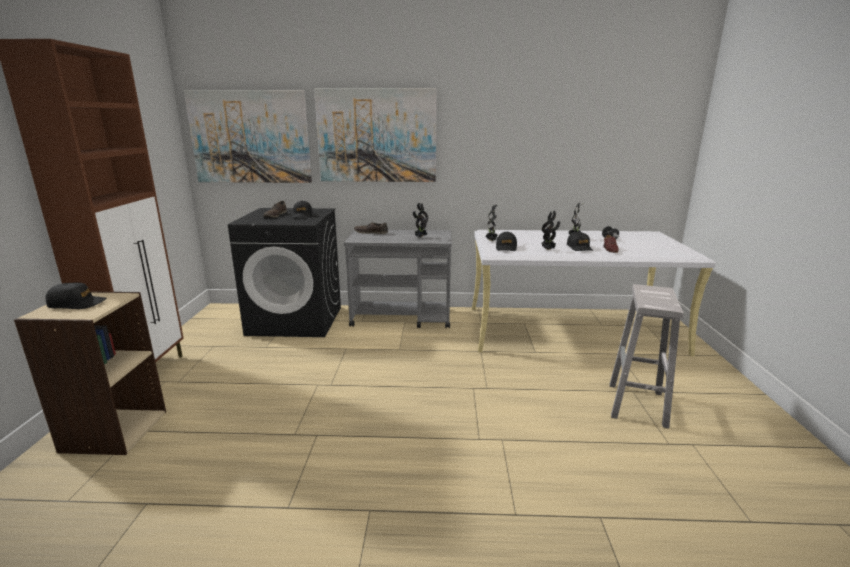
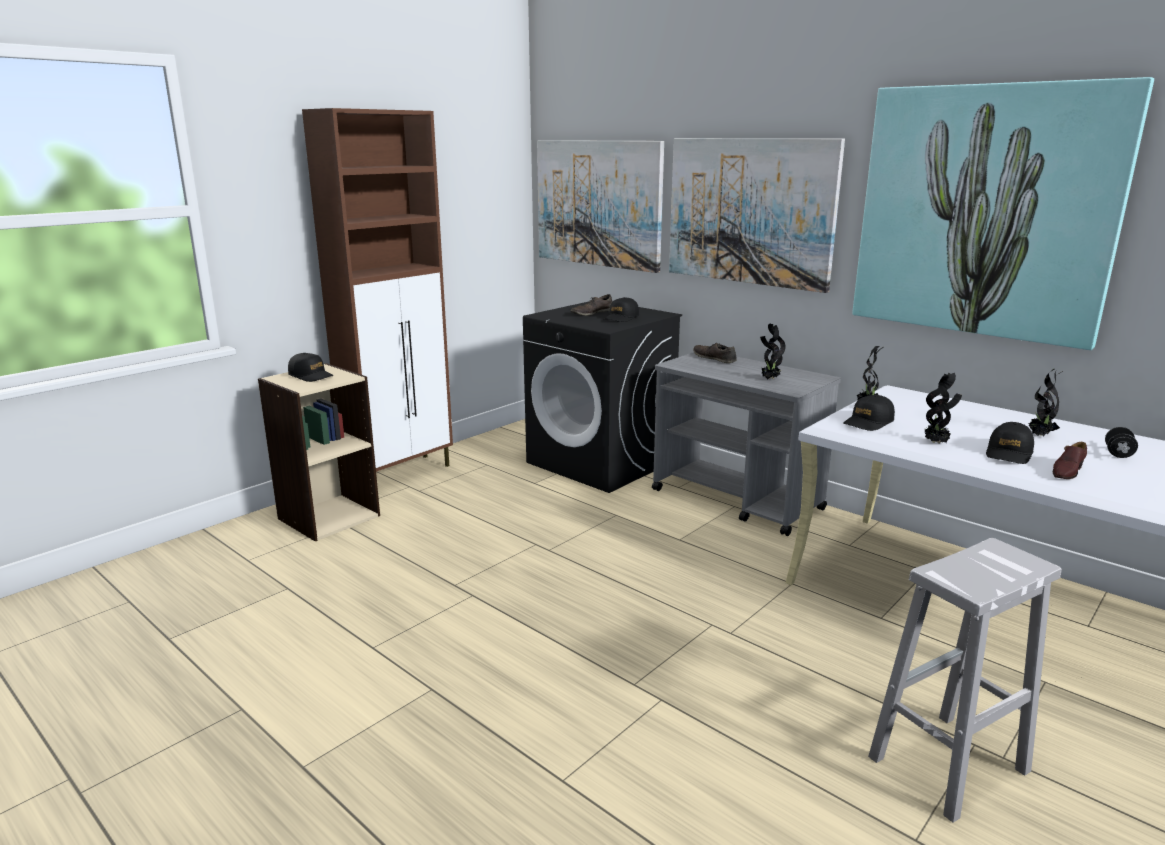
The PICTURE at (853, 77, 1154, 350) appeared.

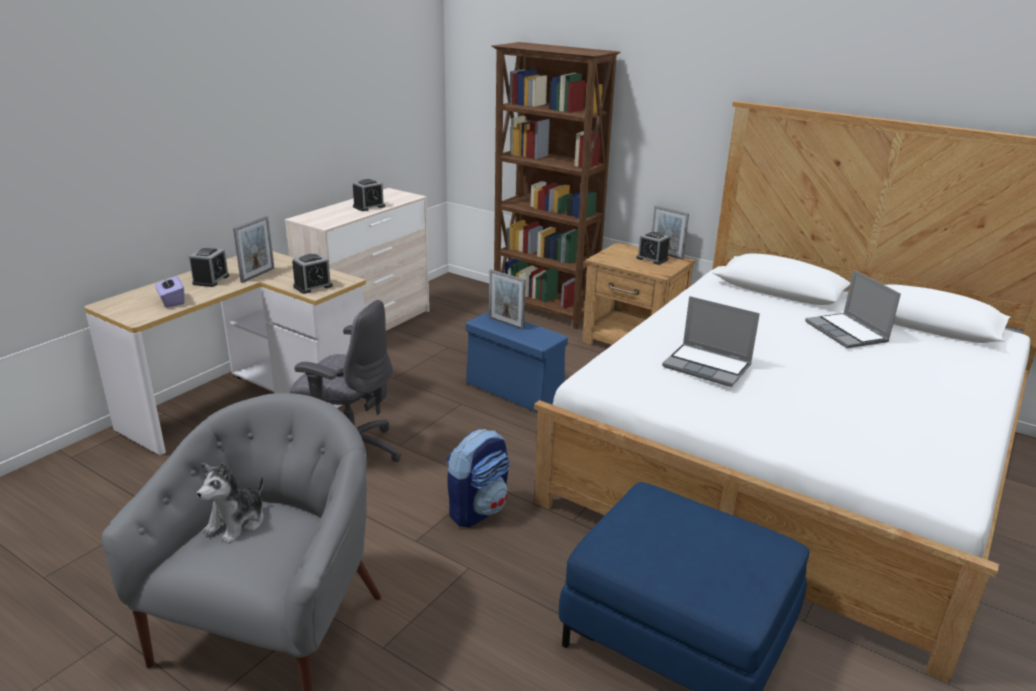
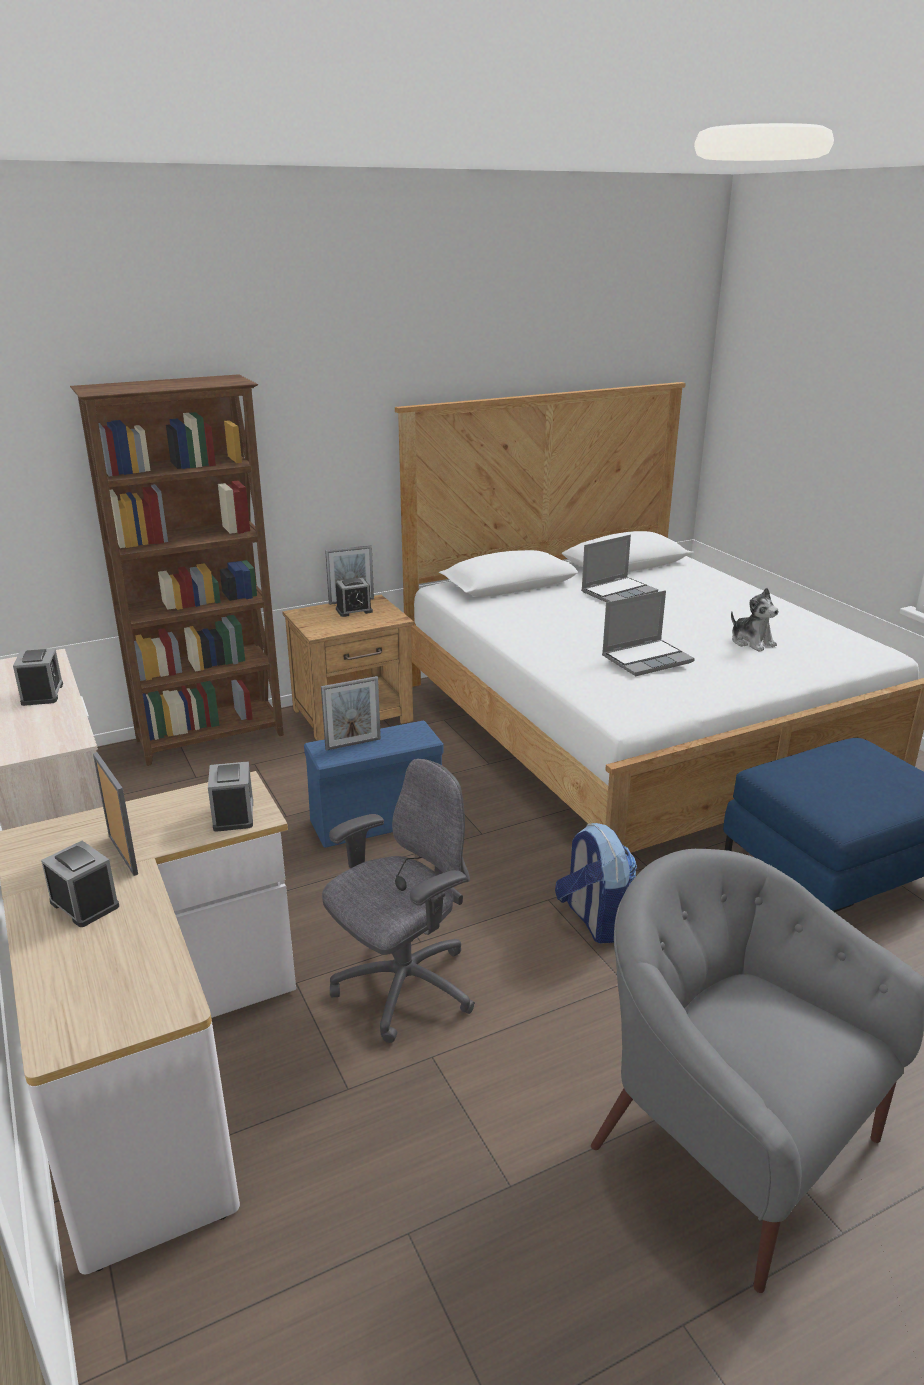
The PURPLE TISSUE BOX at (155, 273, 185, 307) disappeared.
The PLUSH TOY moved from (197, 462, 264, 544) to (731, 588, 779, 652).
The LAPTOP at (805, 270, 901, 348) turned 45 degrees counterclockwise.

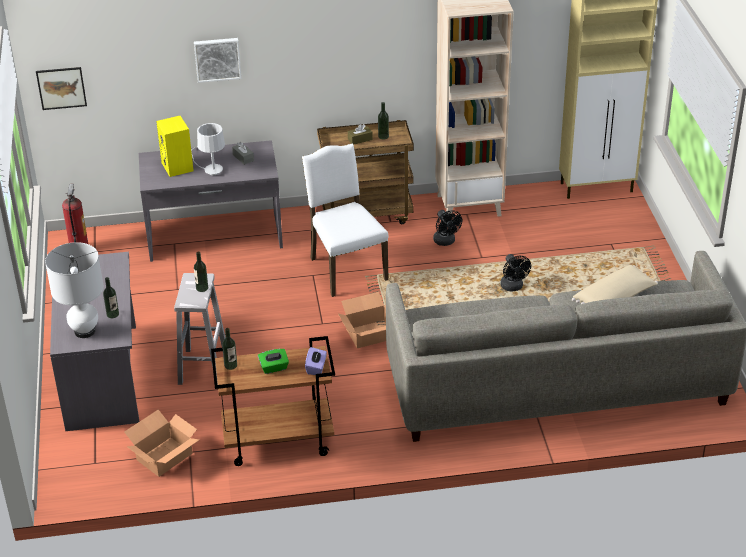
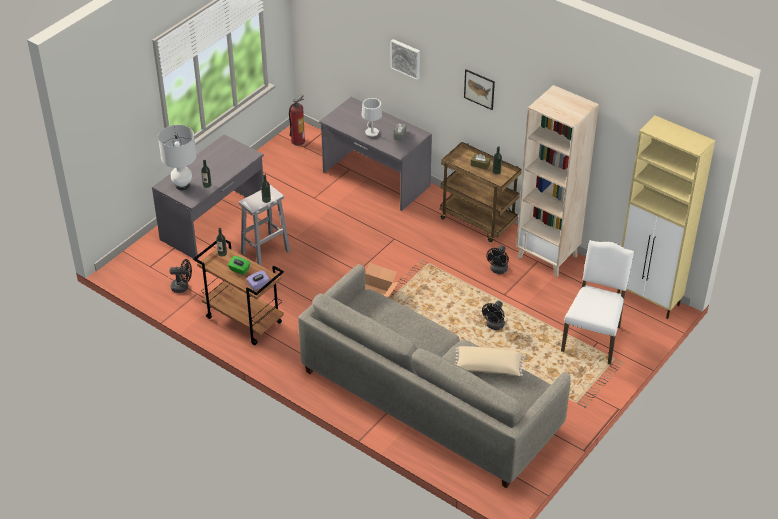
The YELLOW SPEAKER at (156, 116, 194, 177) disappeared.
The PICTURE moved from (36, 67, 87, 110) to (464, 69, 495, 110).
The WHITE CHAIR moved from (302, 143, 389, 297) to (561, 240, 634, 365).
The CARDBOARD BOX at (124, 410, 199, 477) was replaced by the BLACK FAN at (169, 259, 192, 293).

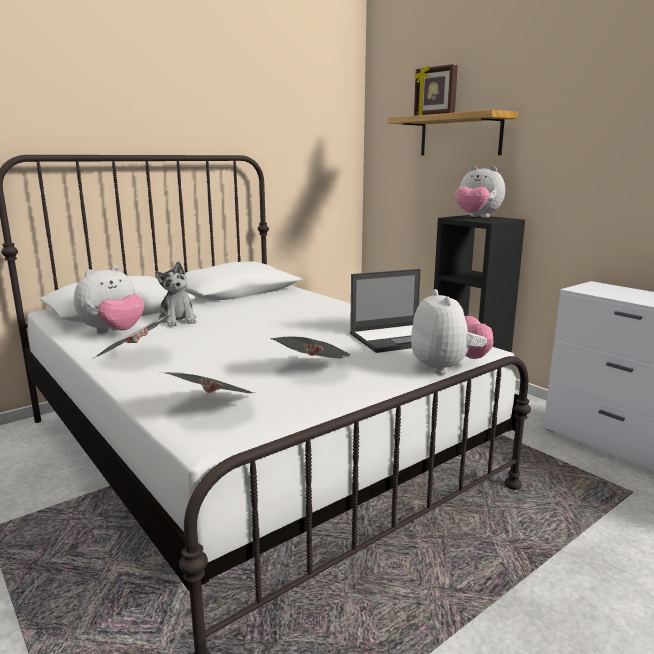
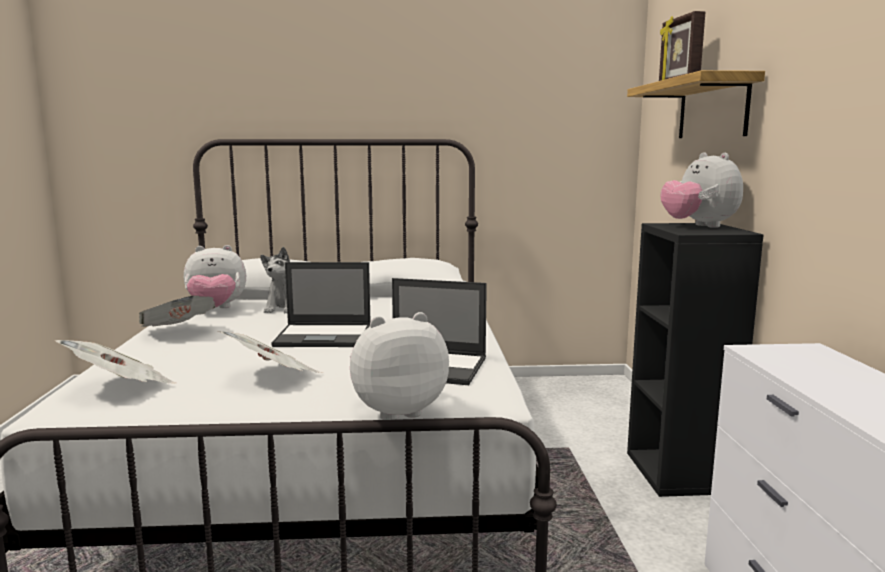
The LAPTOP at (271, 262, 371, 347) appeared.
The PLUSH TOY at (411, 289, 493, 374) turned 135 degrees counterclockwise.

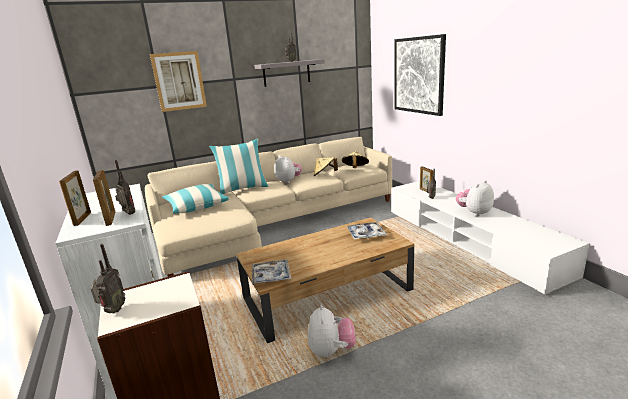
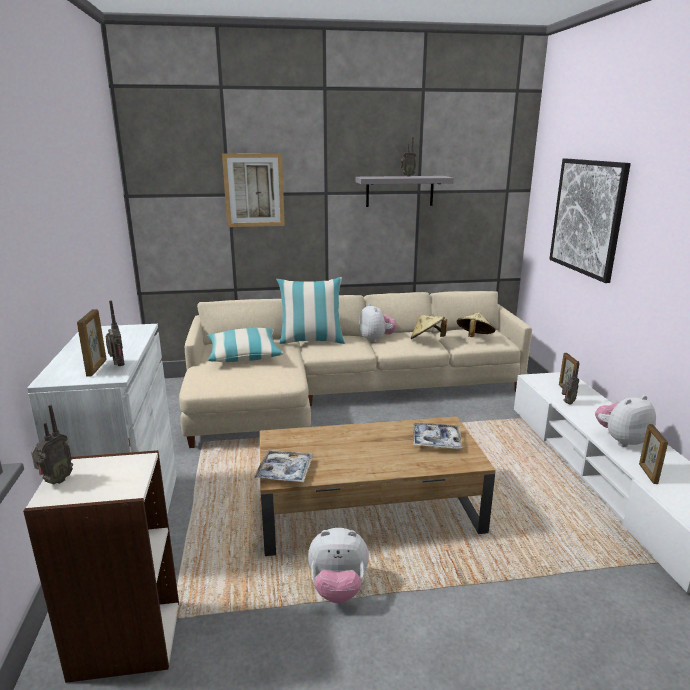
The PICTURE FRAME moved from (59, 170, 91, 226) to (639, 424, 668, 484).
The PLUSH TOY at (308, 305, 356, 358) turned 75 degrees clockwise.

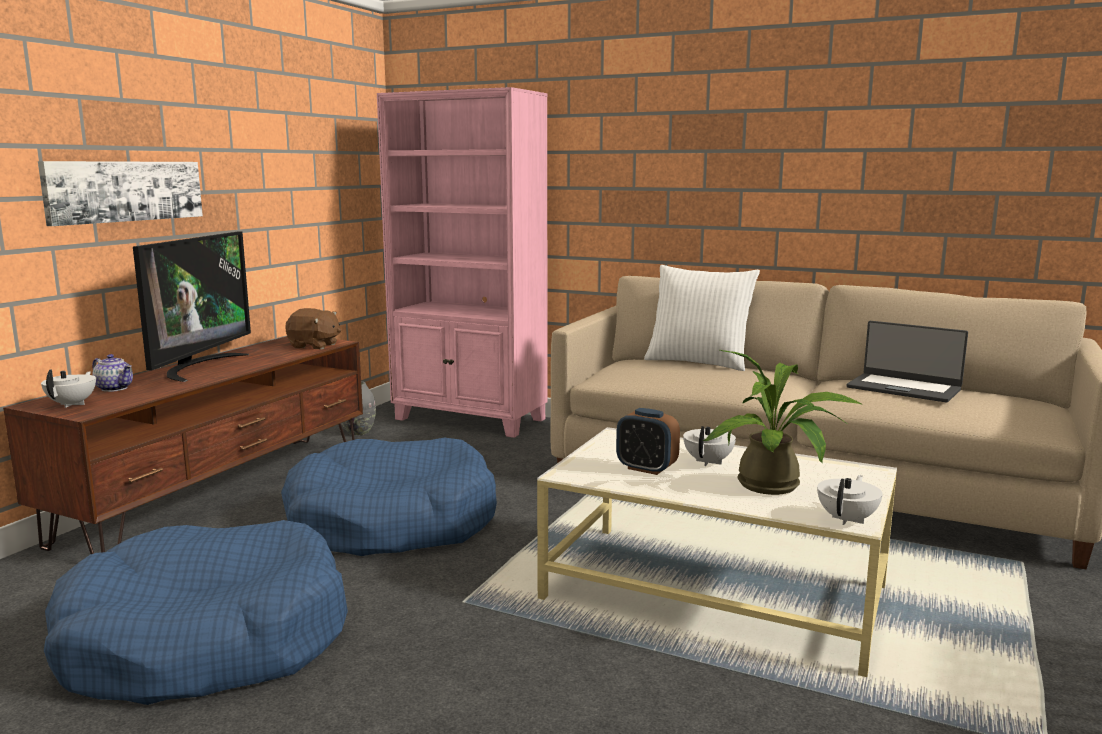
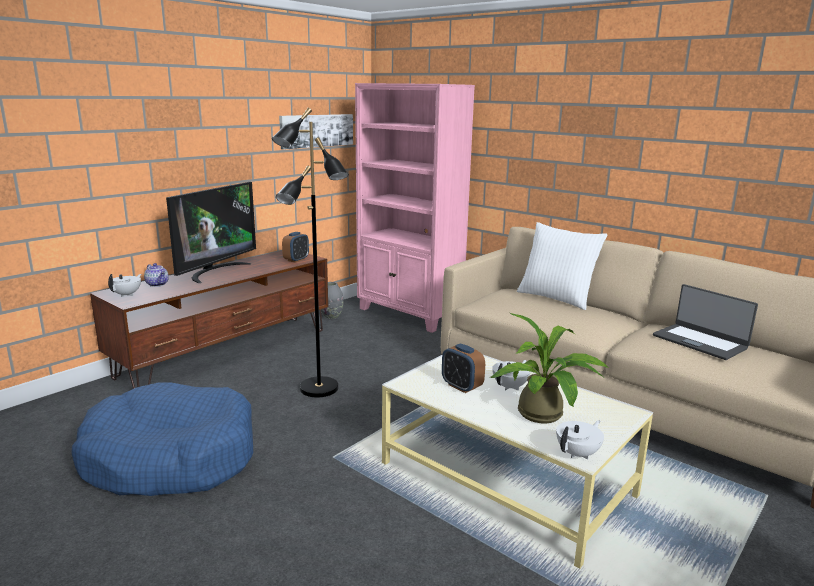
The PICTURE moved from (38, 161, 203, 226) to (279, 114, 353, 150).
The BLUE DOG BED at (281, 437, 497, 556) was replaced by the BLACK FLOOR LAMP at (272, 108, 349, 397).
The BROWN PLUSH TOY at (285, 308, 341, 350) was replaced by the ALARM CLOCK at (282, 232, 309, 263).

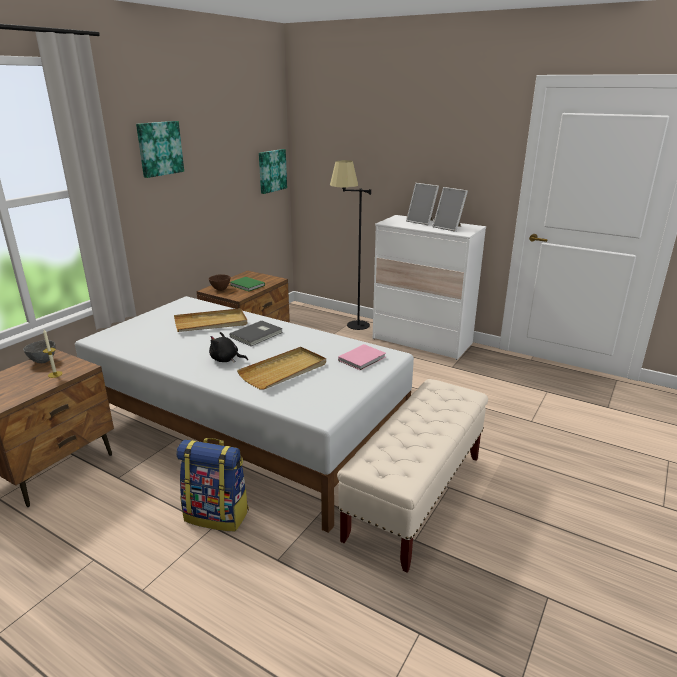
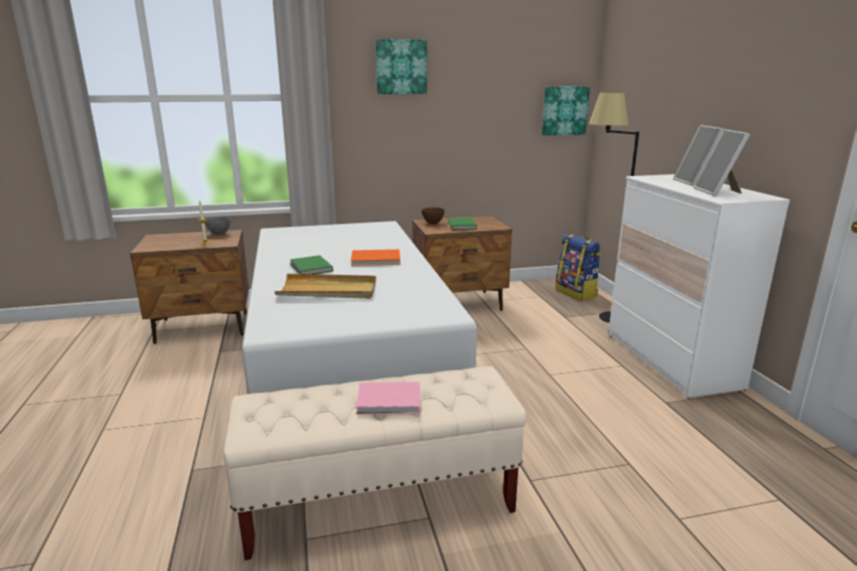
The BEIGE TRAY at (174, 308, 247, 332) disappeared.
The BACKPACK moved from (176, 438, 249, 532) to (555, 234, 601, 301).
The PINK BOOK moved from (338, 344, 386, 371) to (356, 382, 420, 414).
The BLACK PLUSH TOY at (209, 332, 248, 362) was replaced by the GREEN BOOK at (290, 255, 333, 274).
The GREY BOOK at (230, 320, 283, 346) became the ORANGE BOOK at (351, 249, 400, 266).

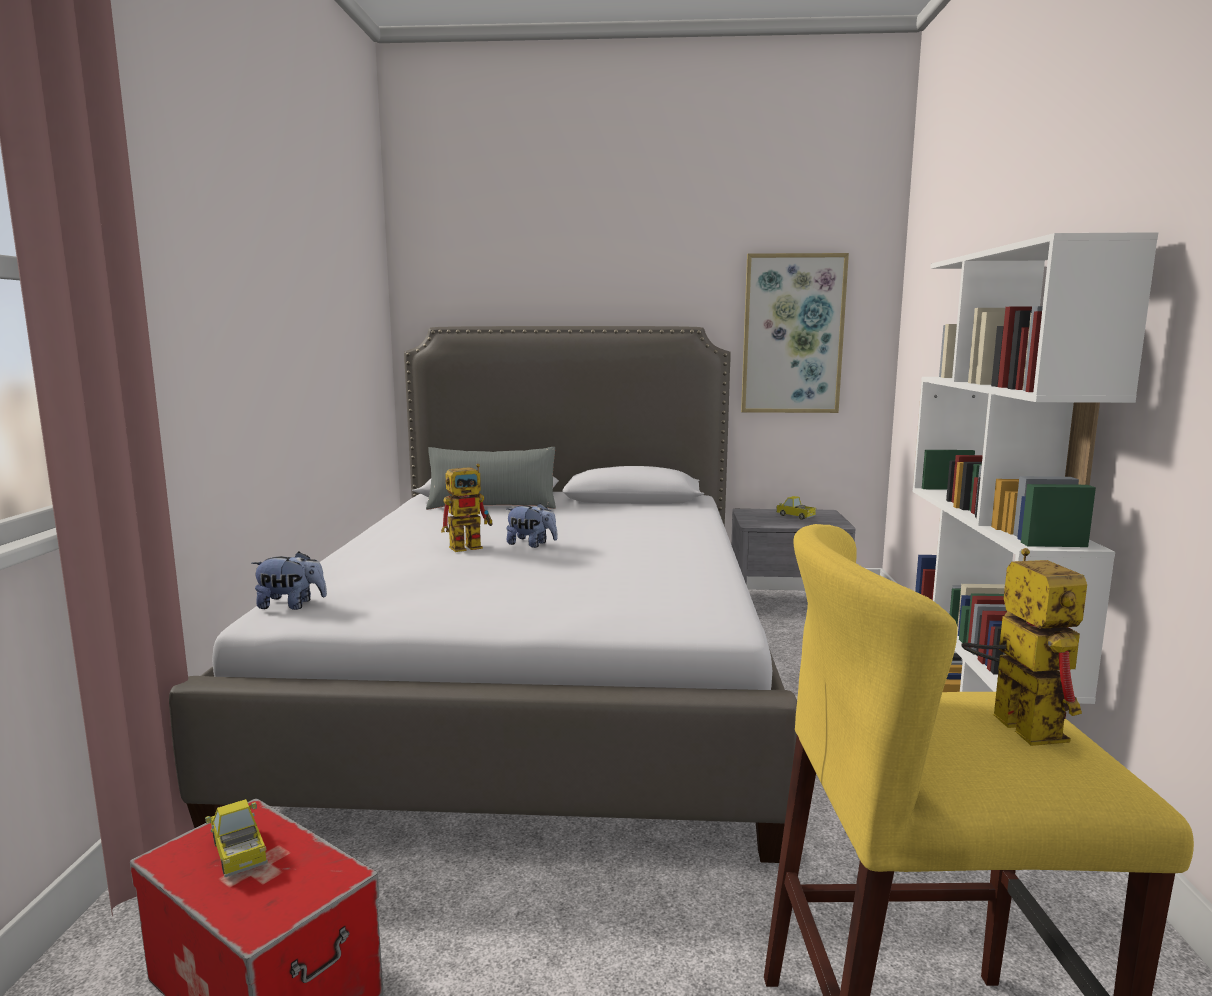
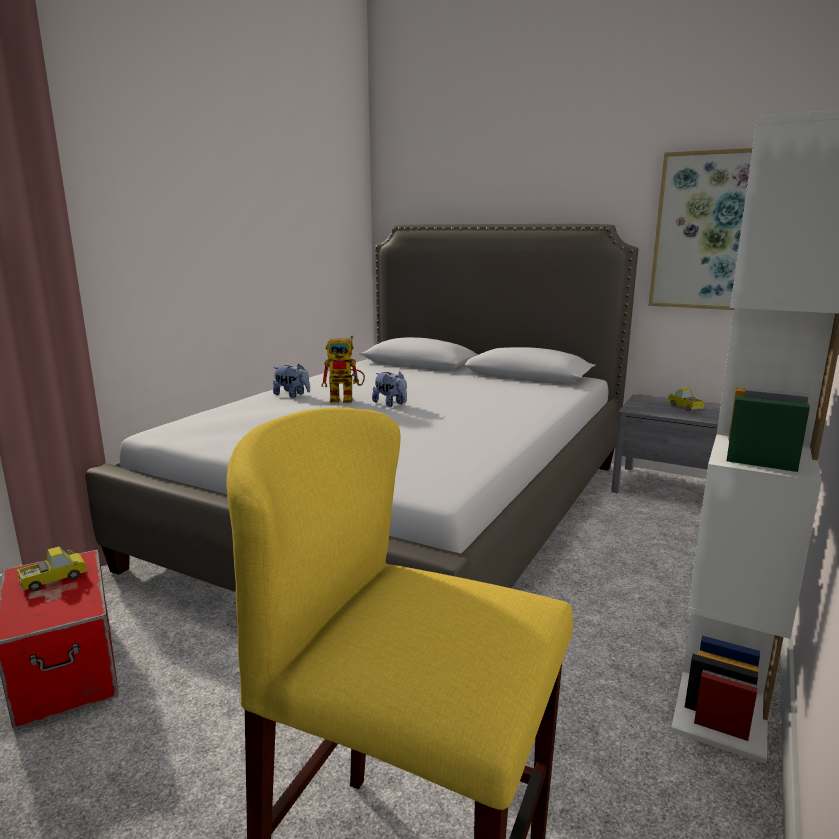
The GREY PILLOW at (426, 447, 556, 510) disappeared.
The TOY ROBOT at (961, 548, 1087, 746) disappeared.
The PLUSH TOY moved from (251, 552, 327, 610) to (273, 364, 310, 398).
The TOY TRUCK at (205, 799, 268, 877) turned 60 degrees clockwise.

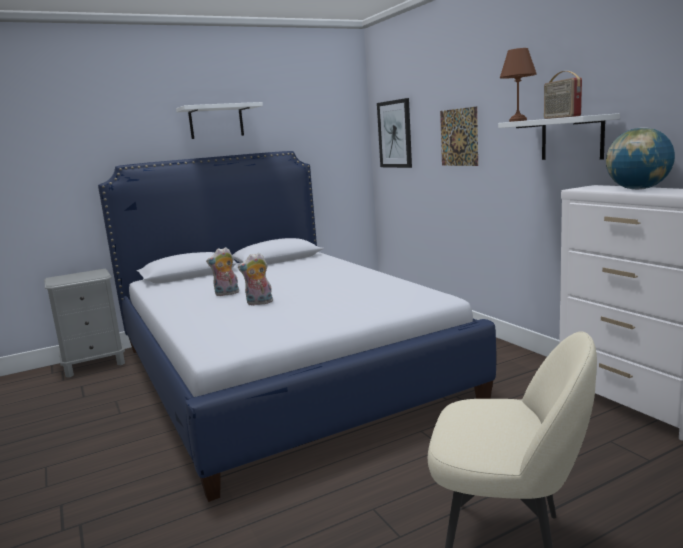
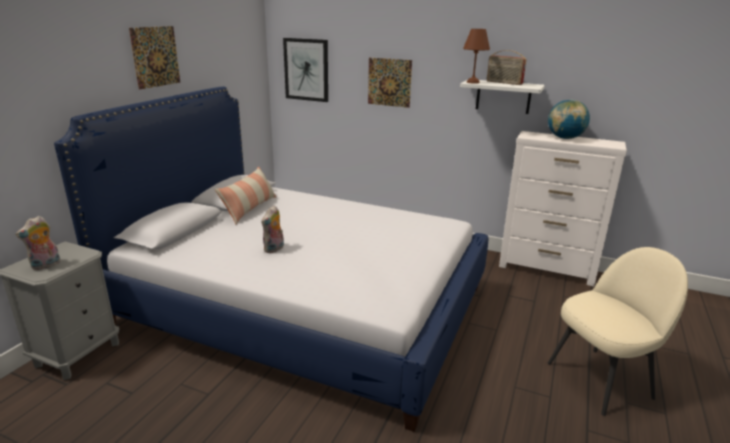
The PILLOW at (215, 166, 276, 224) appeared.
The PLUSH TOY moved from (238, 253, 273, 305) to (15, 216, 61, 270).
The WHITE SHELF at (176, 102, 263, 139) was replaced by the PICTURE at (129, 26, 180, 90).

